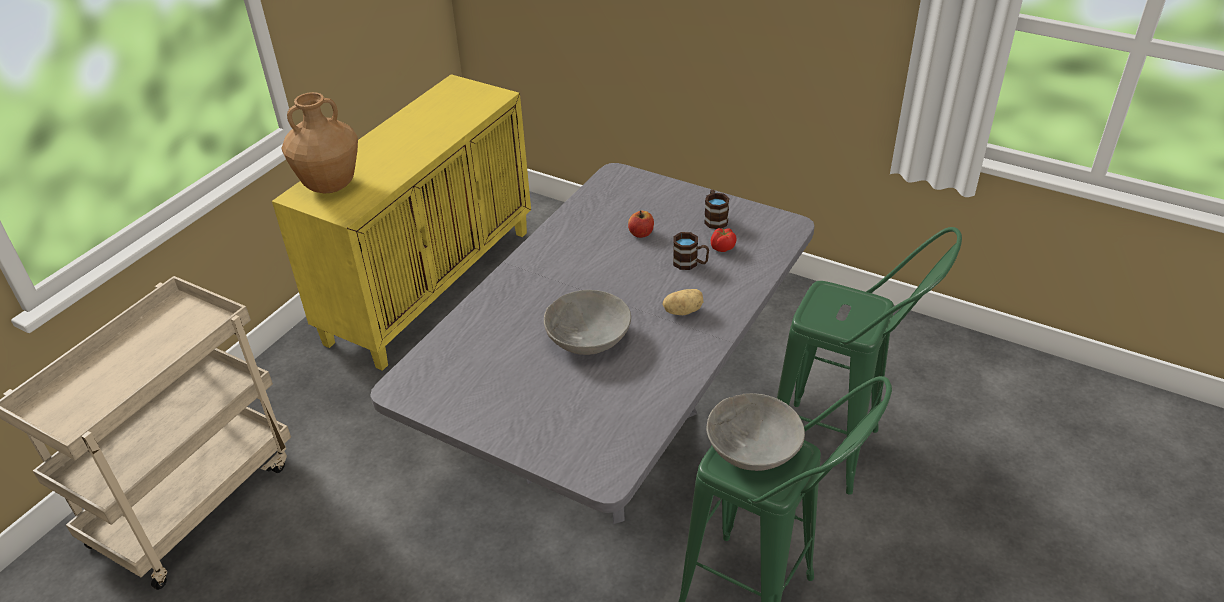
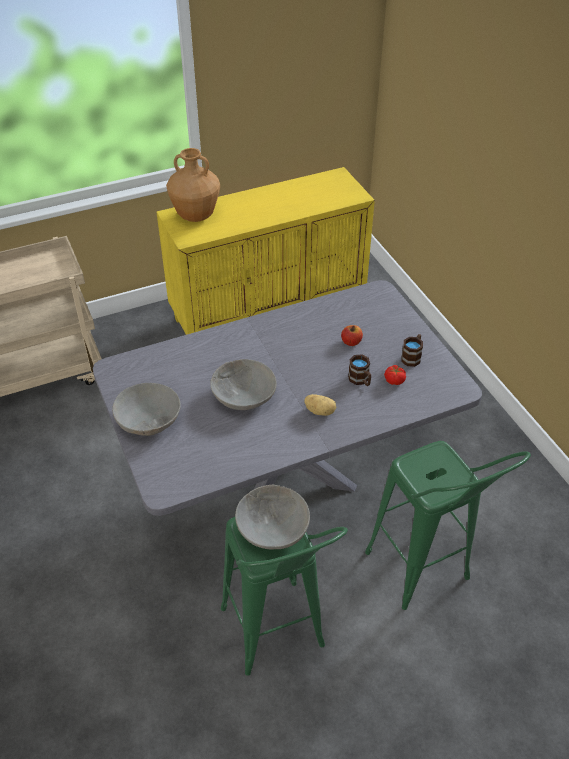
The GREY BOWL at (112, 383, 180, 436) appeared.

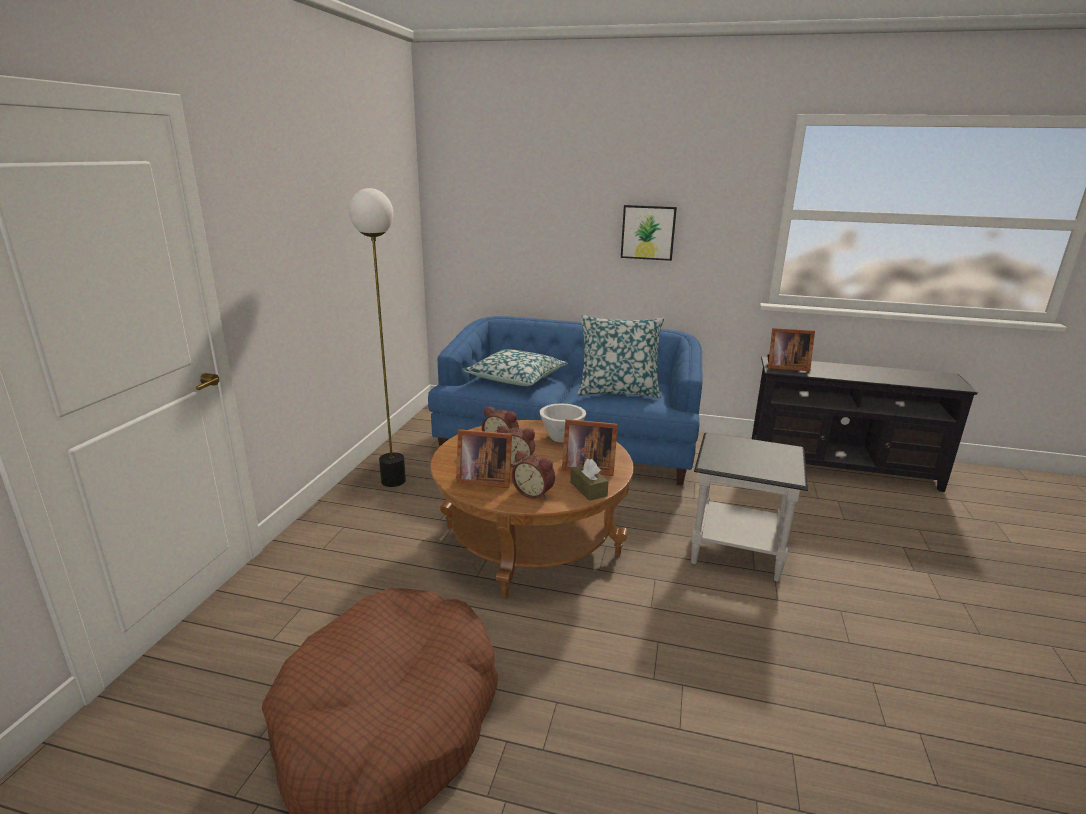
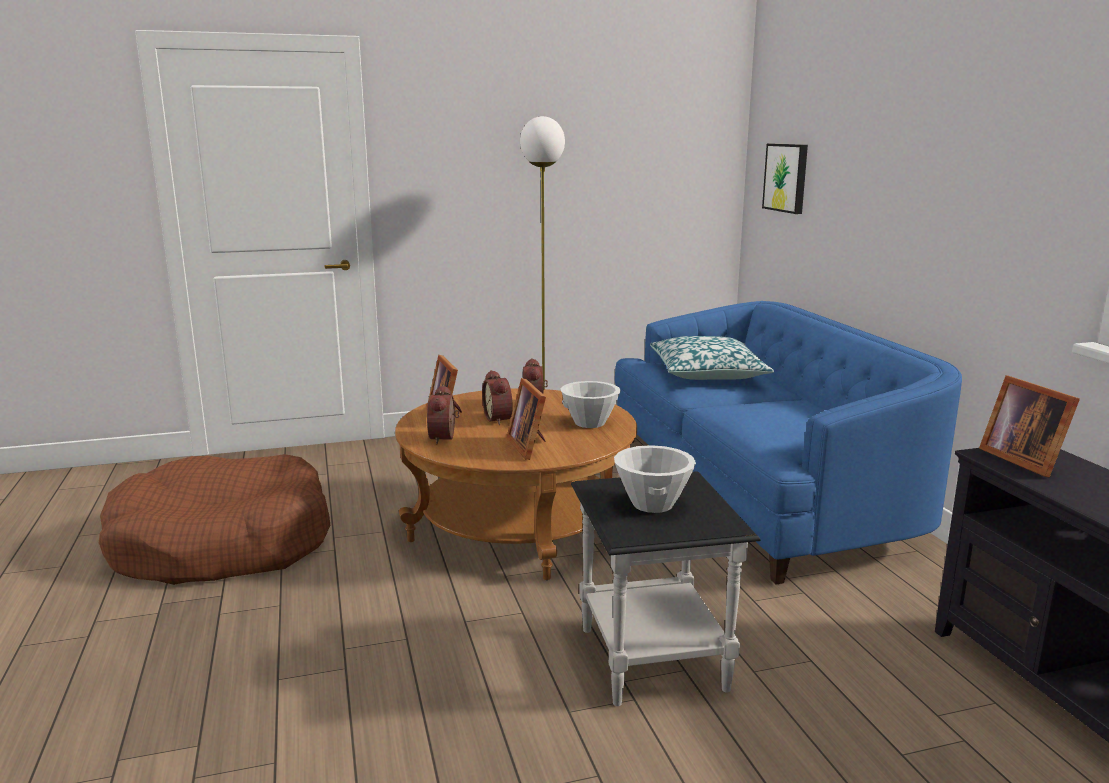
The BROWN TISSUE BOX at (570, 459, 609, 501) disappeared.
The PILLOW at (577, 315, 664, 398) disappeared.
The WHITE BOWL at (614, 445, 696, 513) appeared.
The PICTURE moved from (621, 205, 677, 261) to (762, 144, 808, 214).

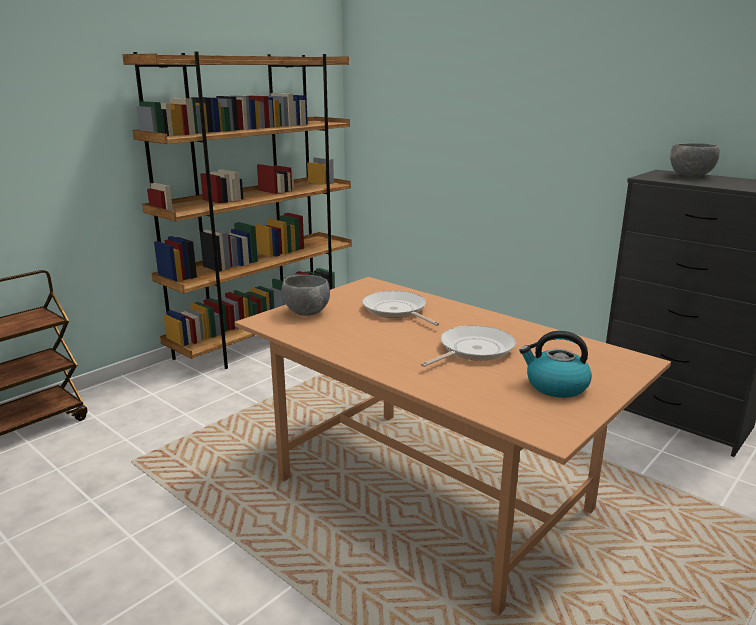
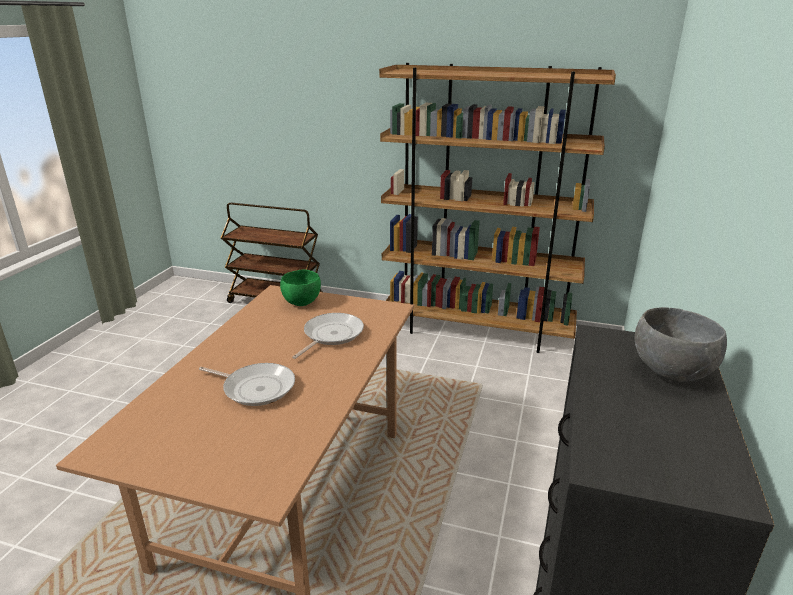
The KETTLE at (519, 331, 592, 398) disappeared.
The GREY BOWL at (281, 275, 330, 316) became the GREEN BOWL at (280, 270, 321, 306).

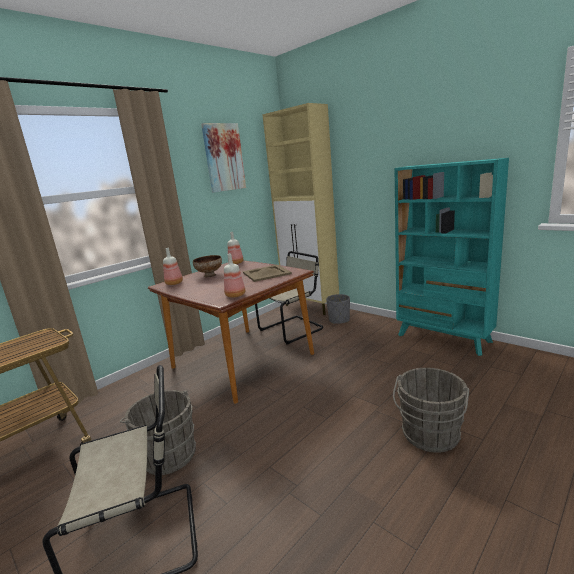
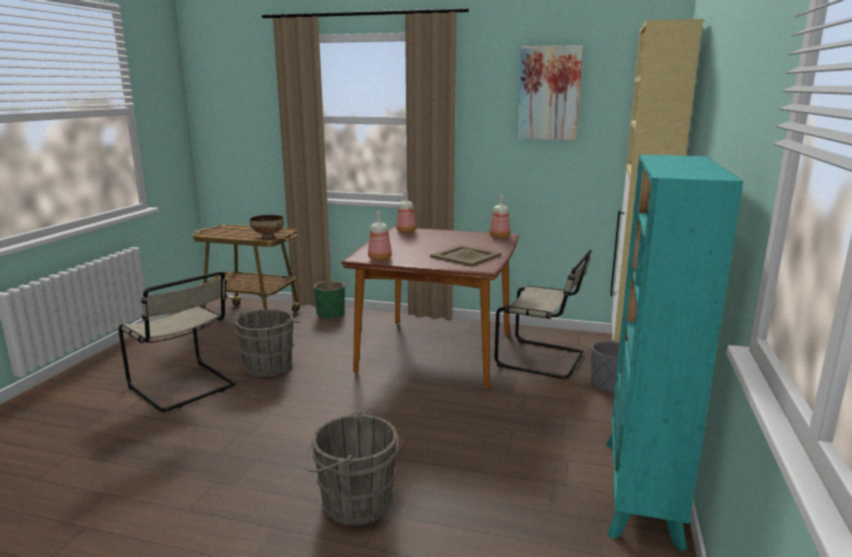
The GREEN PLANTER at (314, 281, 345, 320) appeared.
The BOWL moved from (193, 255, 222, 277) to (250, 215, 284, 240).

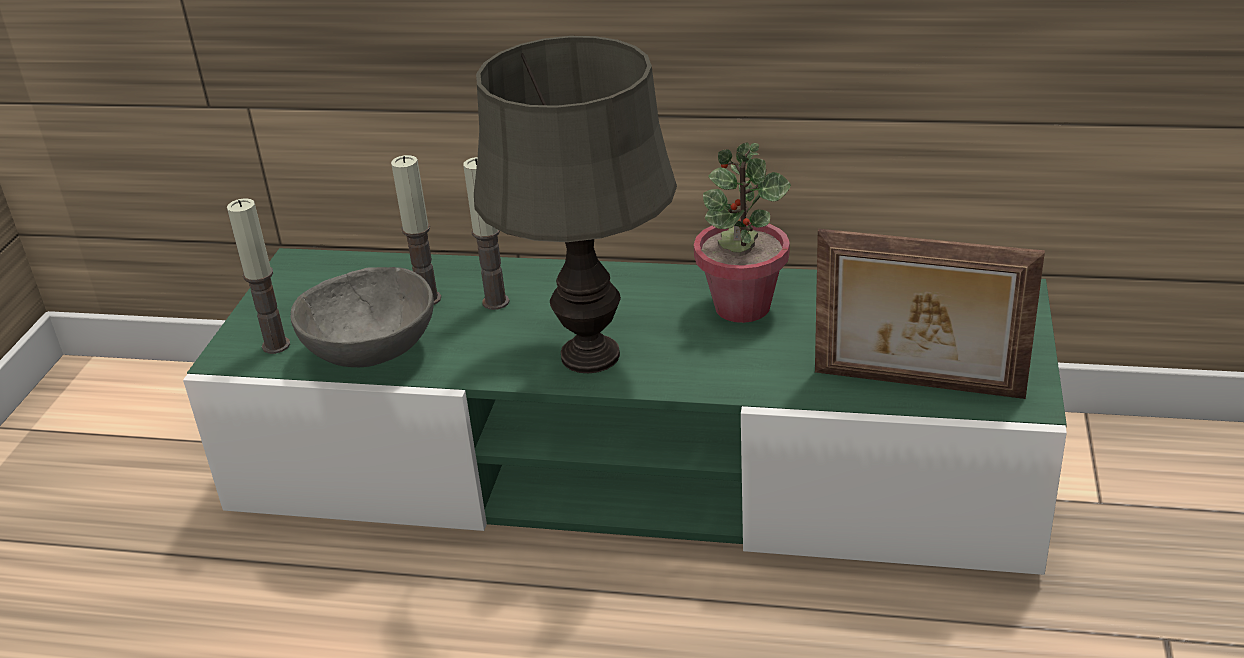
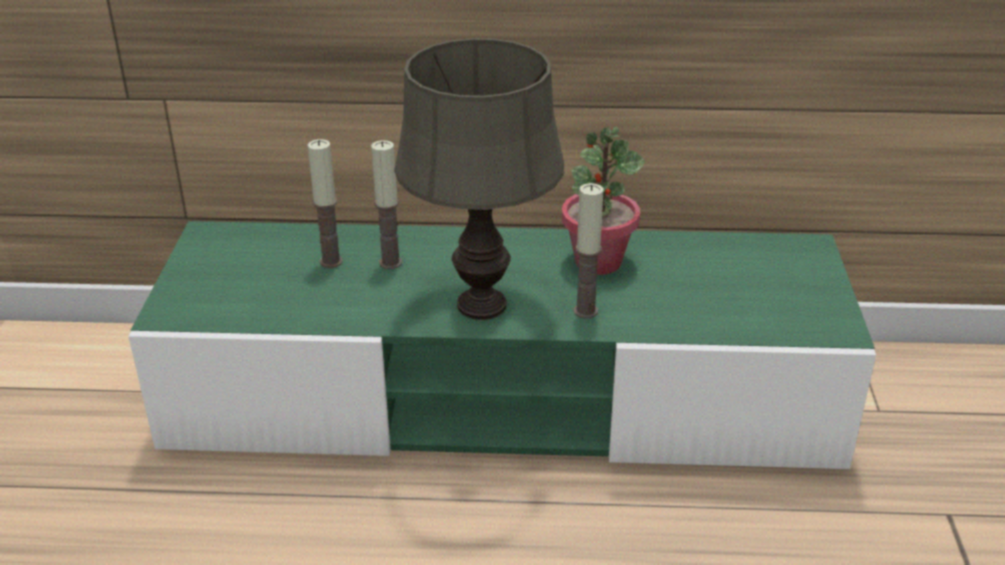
The GREY BOWL at (290, 267, 434, 367) disappeared.
The PICTURE FRAME at (815, 229, 1045, 399) disappeared.
The CANDLE moved from (227, 198, 290, 354) to (574, 183, 603, 318).

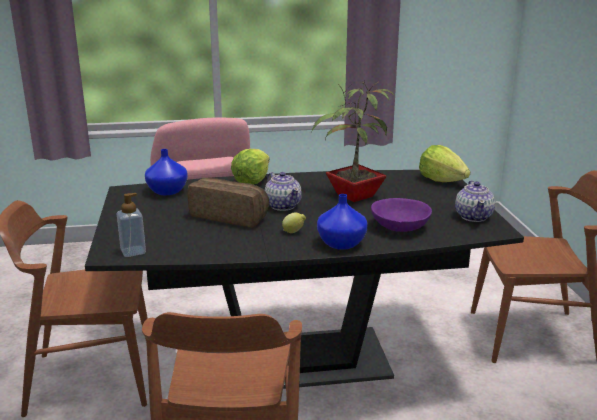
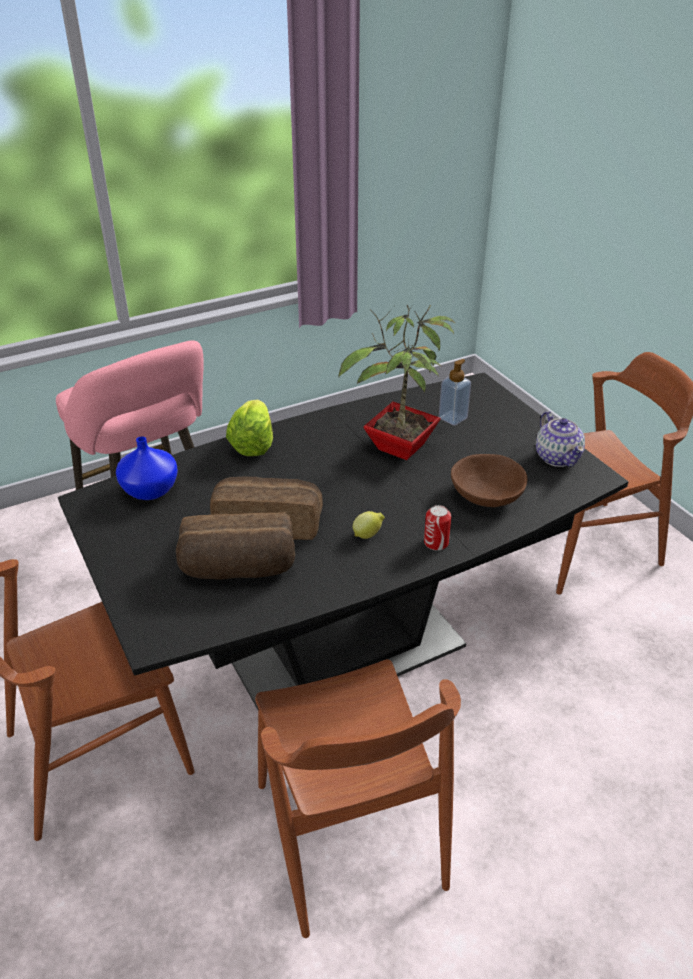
The TEAPOT at (265, 172, 302, 211) disappeared.
The LETTUCE at (419, 145, 470, 182) disappeared.
The BREAD at (176, 512, 295, 580) appeared.
The SOAP DISPENSER moved from (117, 193, 146, 257) to (439, 359, 471, 426).
The BLUE VASE at (317, 194, 367, 250) was replaced by the CAN at (424, 505, 451, 551).
The PURPLE BOWL at (371, 198, 432, 232) became the BROWN BOWL at (451, 454, 527, 507).

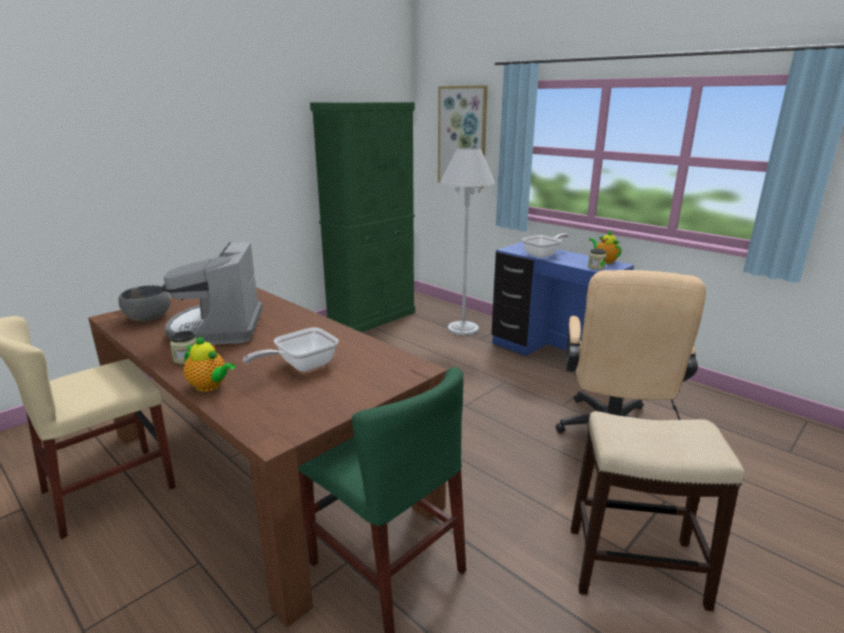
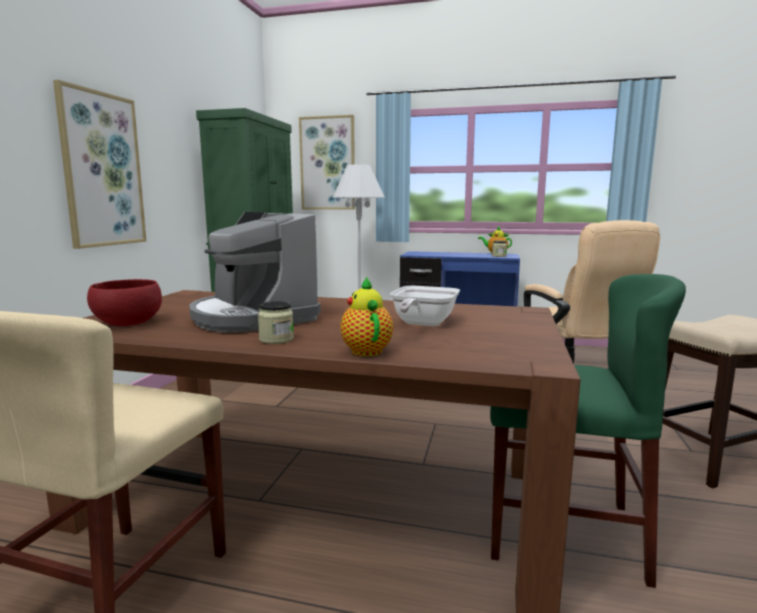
The FRYING PAN at (522, 233, 569, 258) disappeared.
The PICTURE at (53, 80, 146, 249) appeared.
The GREY BOWL at (118, 285, 170, 322) became the RED BOWL at (87, 279, 162, 326).
The TEAPOT at (183, 336, 235, 392) turned 105 degrees counterclockwise.

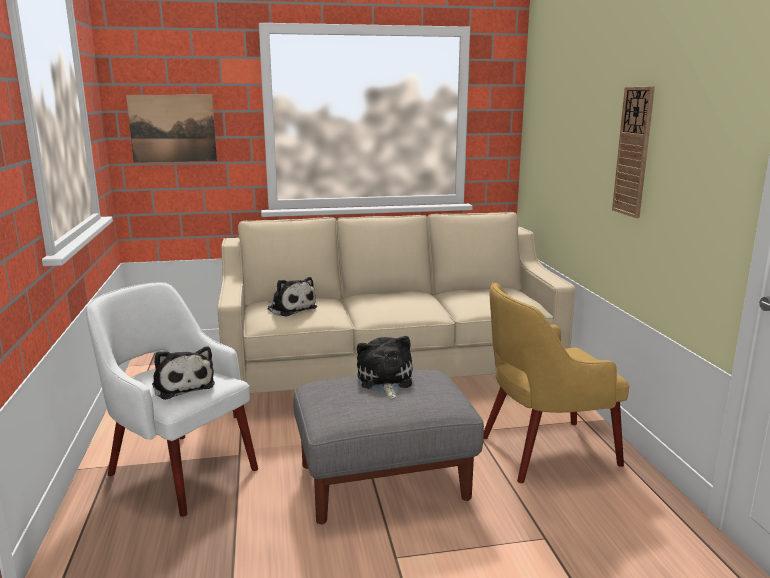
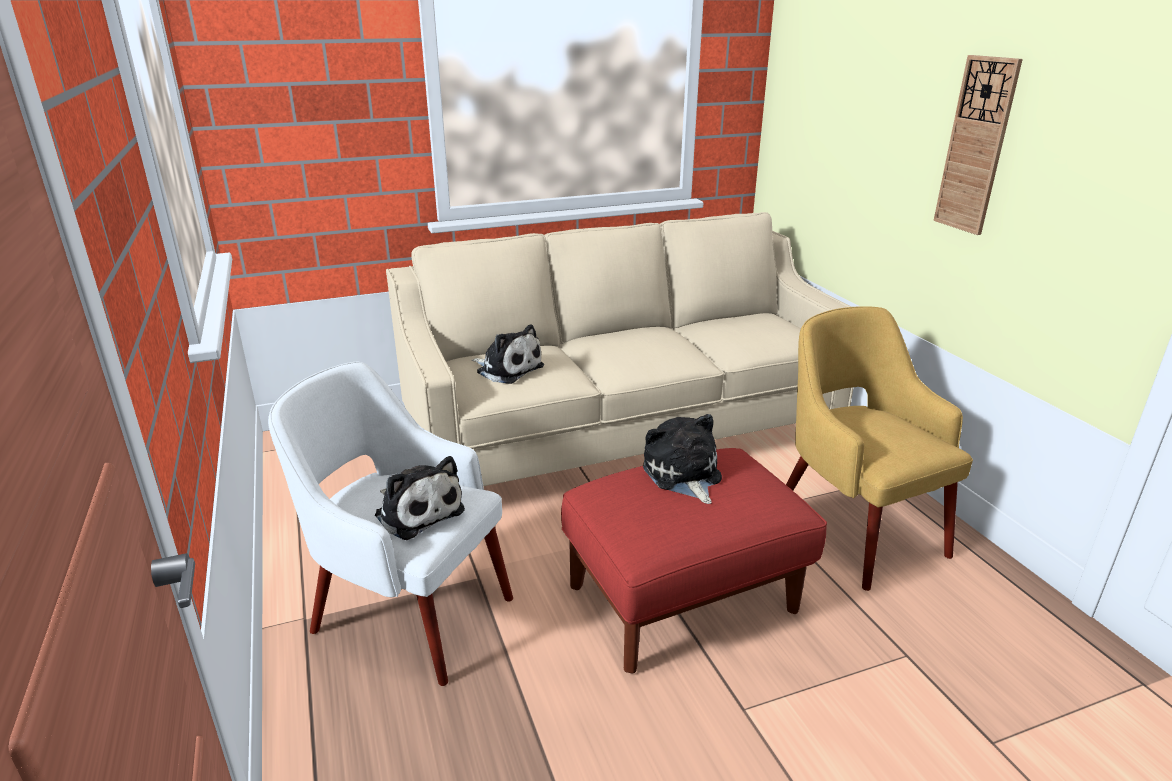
The PICTURE at (126, 95, 217, 163) disappeared.
The GREY OTTOMAN at (293, 370, 484, 525) became the RED OTTOMAN at (561, 448, 827, 673).
The YELLOW ARMCHAIR at (484, 283, 629, 483) turned 90 degrees clockwise.

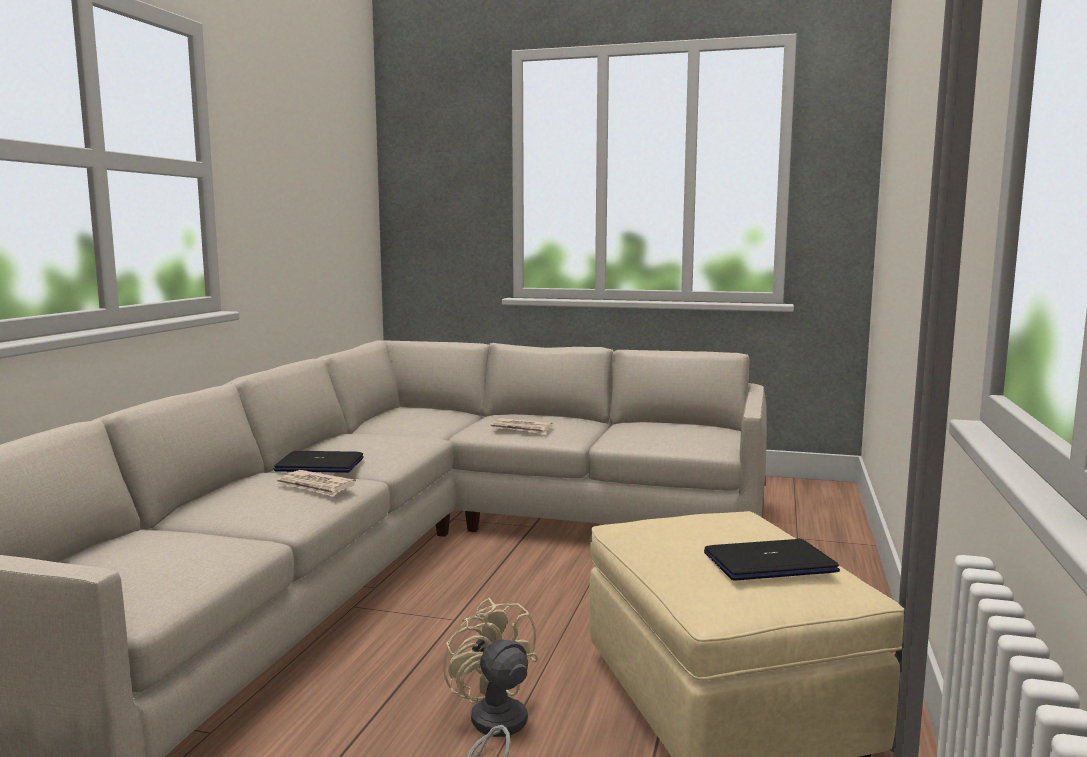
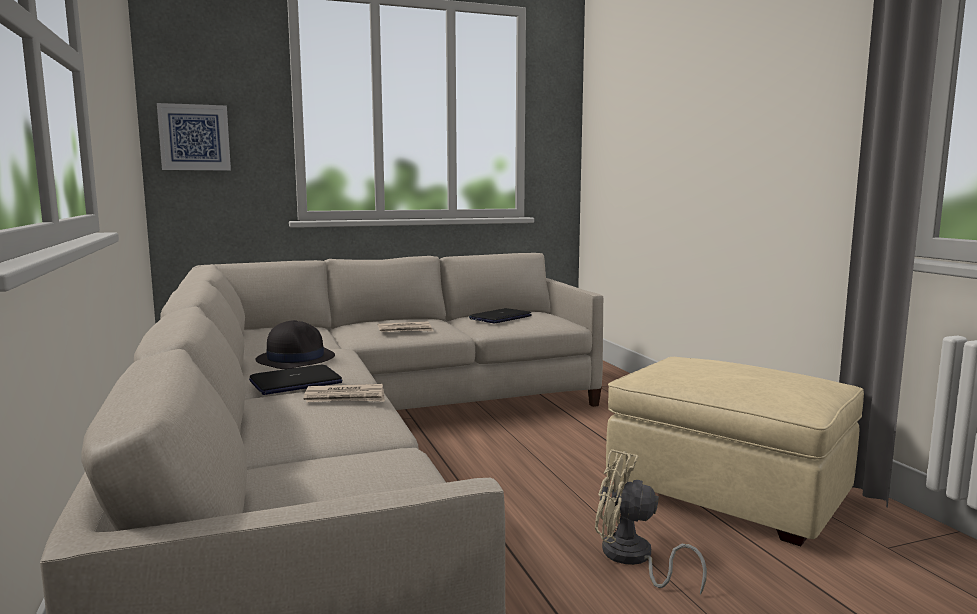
The PICTURE at (157, 103, 231, 170) appeared.
The BLACK HAT at (255, 320, 335, 369) appeared.
The LAPTOP moved from (704, 539, 840, 580) to (469, 308, 532, 324).

